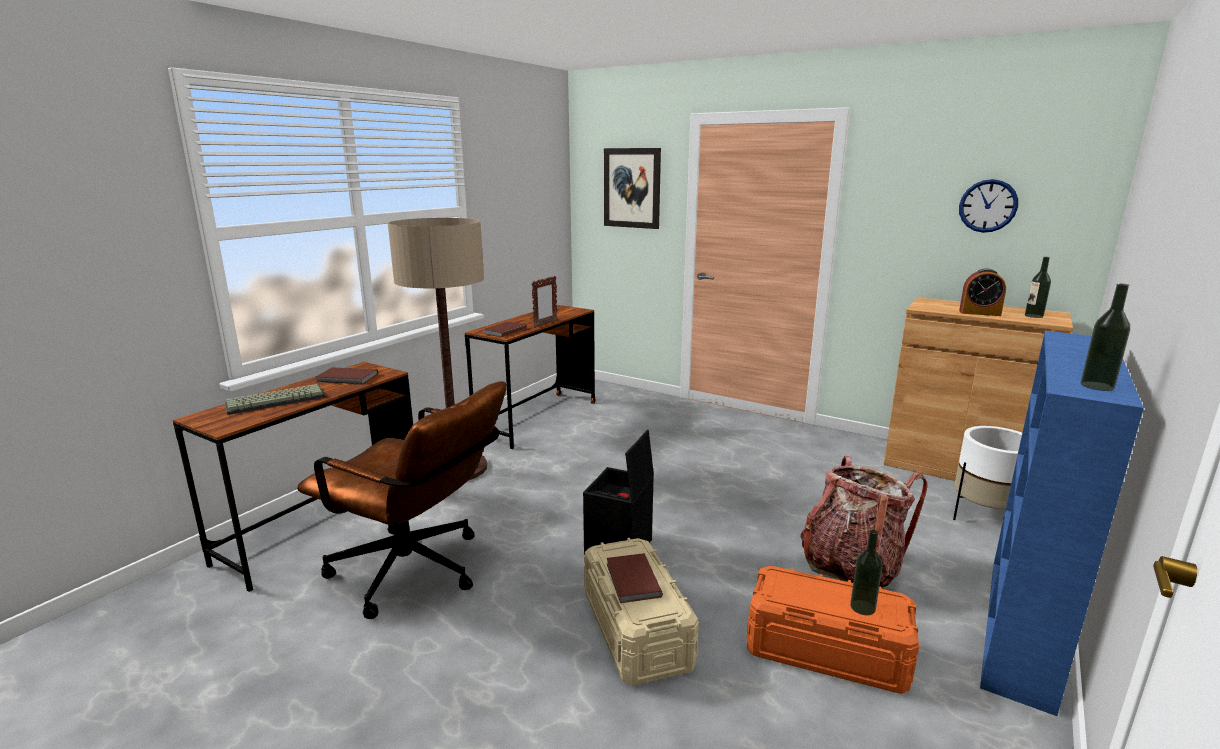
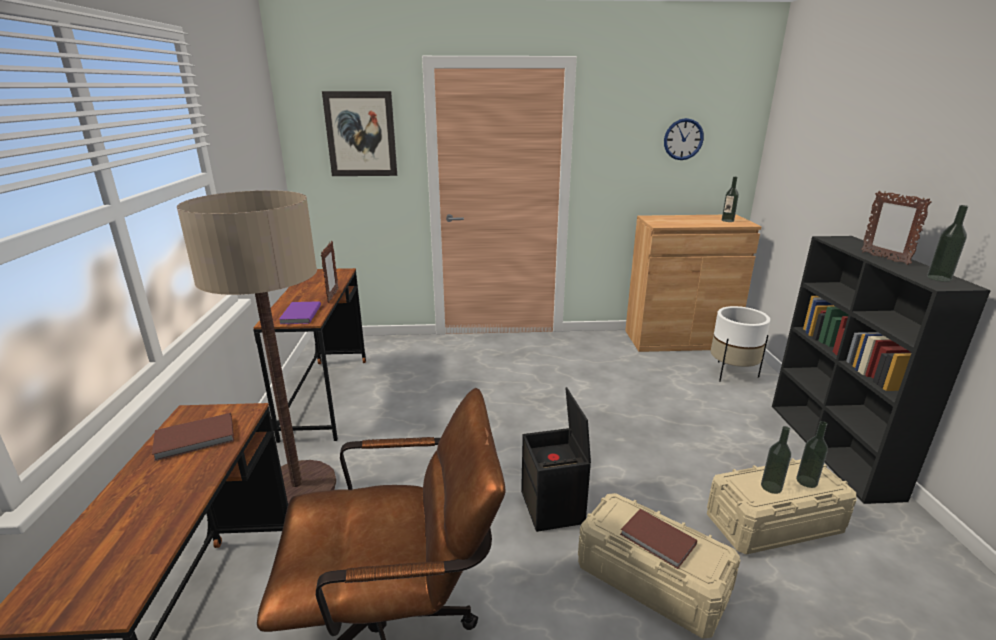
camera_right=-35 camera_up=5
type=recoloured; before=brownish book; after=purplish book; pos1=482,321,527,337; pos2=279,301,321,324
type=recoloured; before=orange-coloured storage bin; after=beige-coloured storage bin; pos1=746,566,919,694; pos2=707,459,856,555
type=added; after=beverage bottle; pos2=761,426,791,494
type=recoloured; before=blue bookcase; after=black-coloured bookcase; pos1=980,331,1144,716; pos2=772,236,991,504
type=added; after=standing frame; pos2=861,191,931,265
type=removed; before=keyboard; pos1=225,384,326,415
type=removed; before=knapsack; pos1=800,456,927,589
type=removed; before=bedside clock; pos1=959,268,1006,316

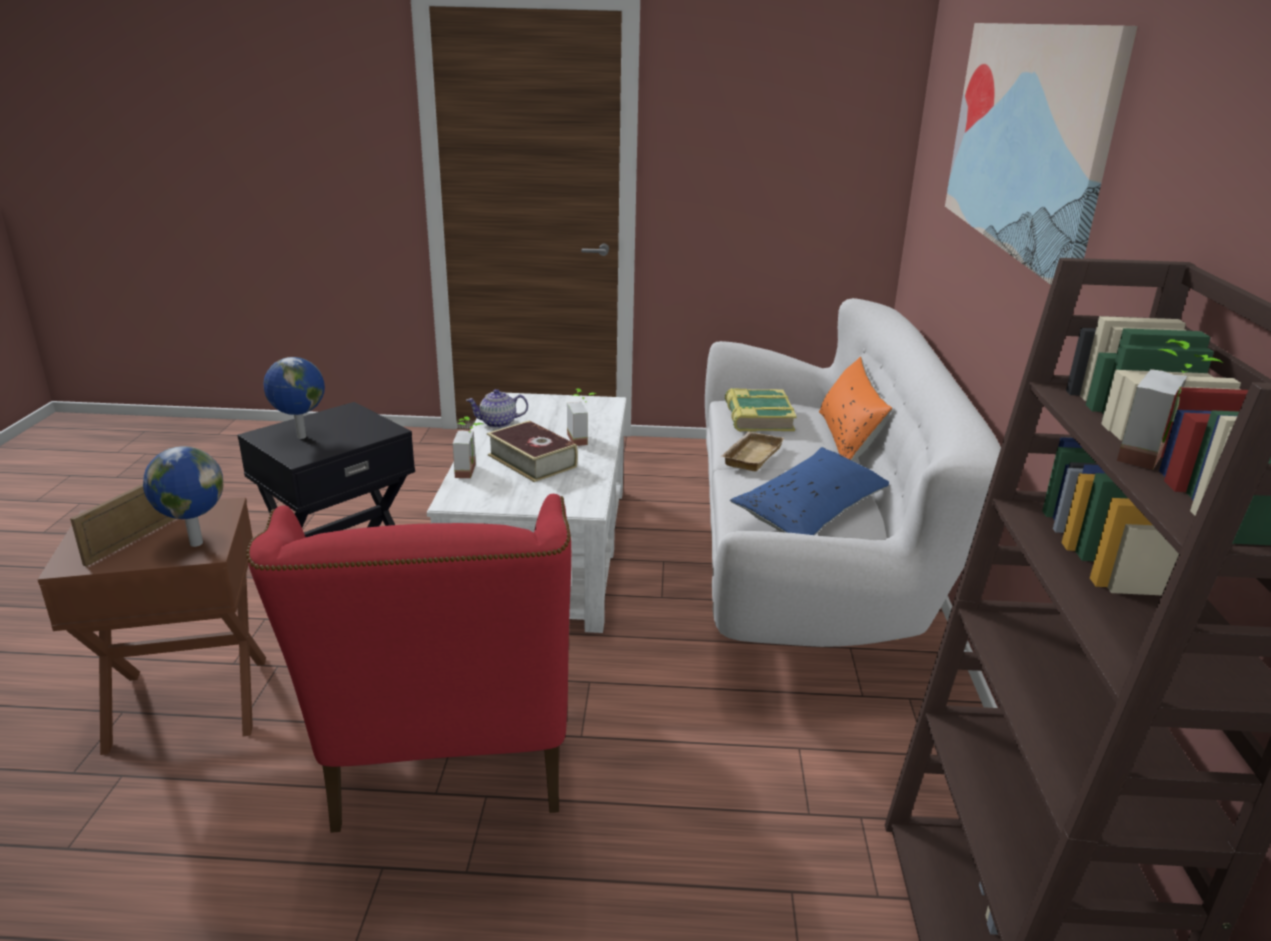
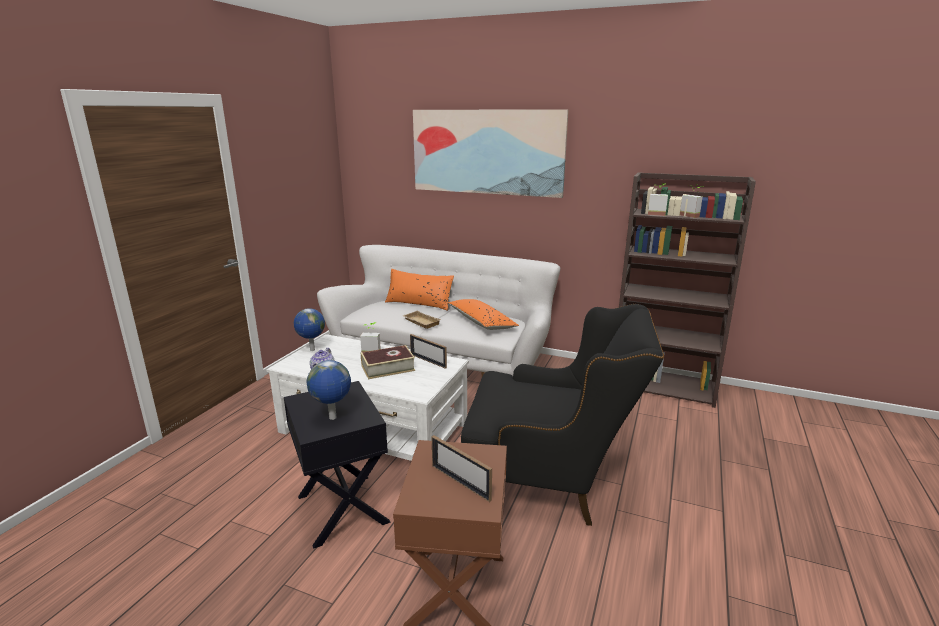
camera_right=-70 camera_up=-5
type=moved; before=desk globe; pos1=143,446,223,547; pos2=294,308,325,351
type=added; after=standing frame; pos2=410,334,447,369
type=recoloured; before=blue pillow; after=orange-coloured pillow; pos1=730,447,889,535; pos2=447,299,519,330
type=recoloured; before=reddish easy chair; after=black-coloured easy chair; pos1=246,494,571,833; pos2=461,304,664,526
type=moved; before=plant in a pot; pos1=453,416,483,478; pos2=648,183,668,216
type=removed; before=book; pos1=725,388,797,432

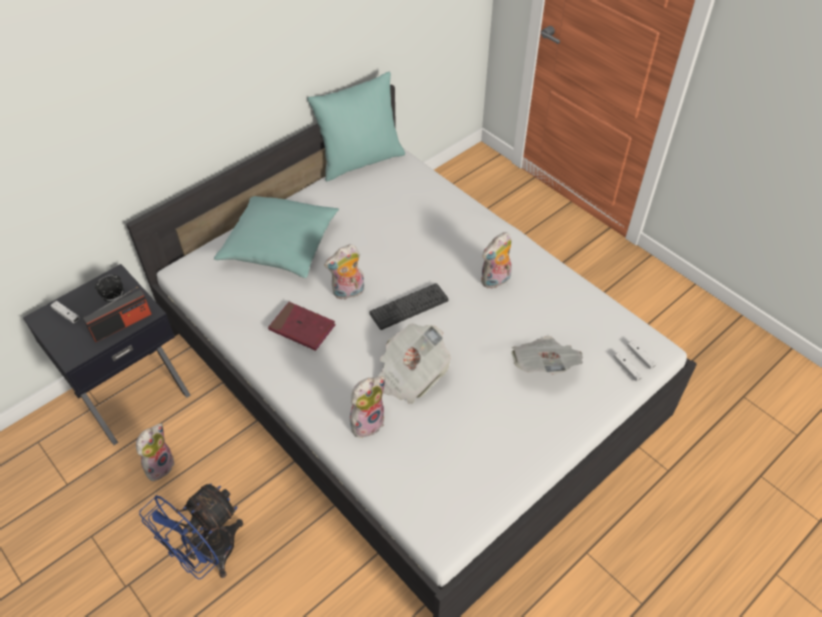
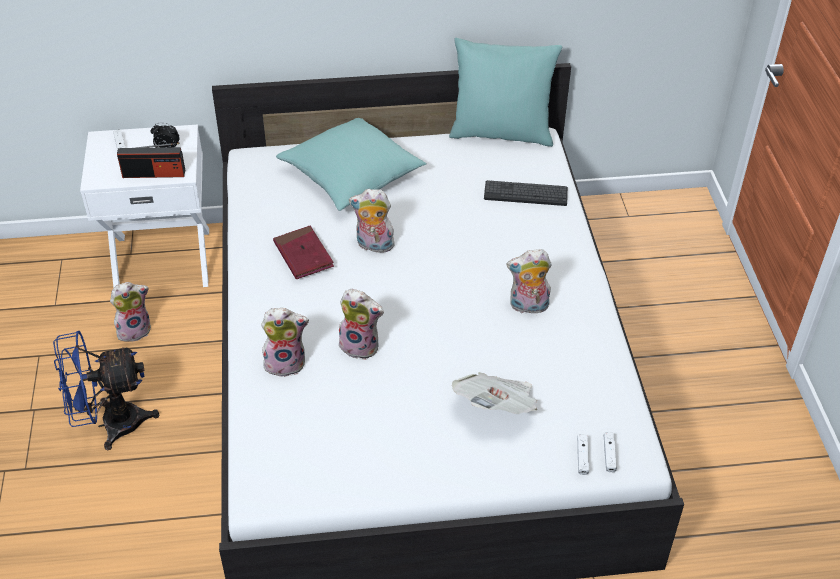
camera_right=35 camera_up=-5
type=recoloured; before=black-coloured nightstand; after=whitish nightstand; pos1=23,264,191,445; pos2=80,125,209,288
type=replaced; before=newspaper; after=cuddly toy; pos1=379,323,450,404; pos2=339,289,384,360
type=moved; before=keyboard; pos1=369,283,449,330; pos2=484,180,568,206

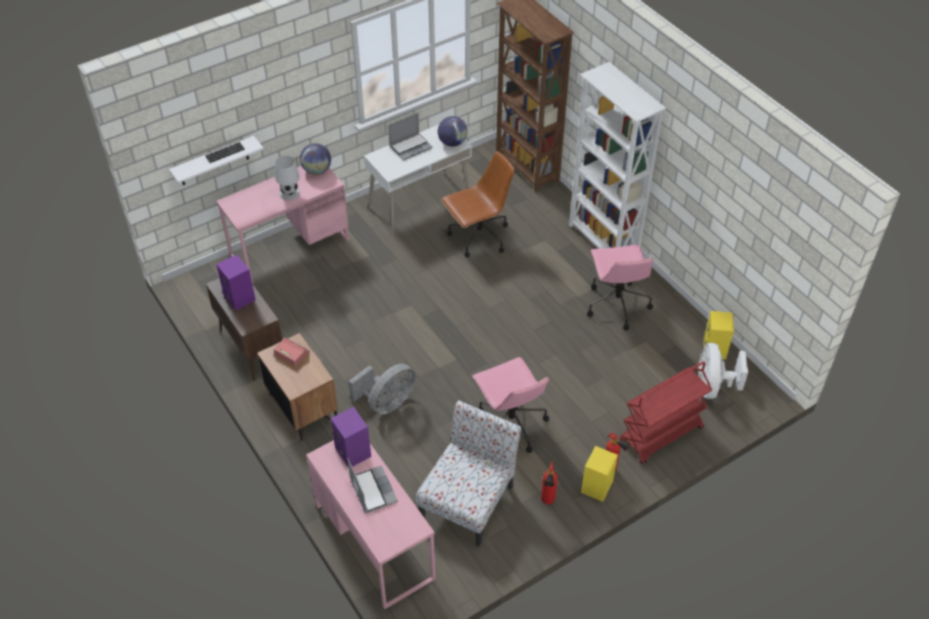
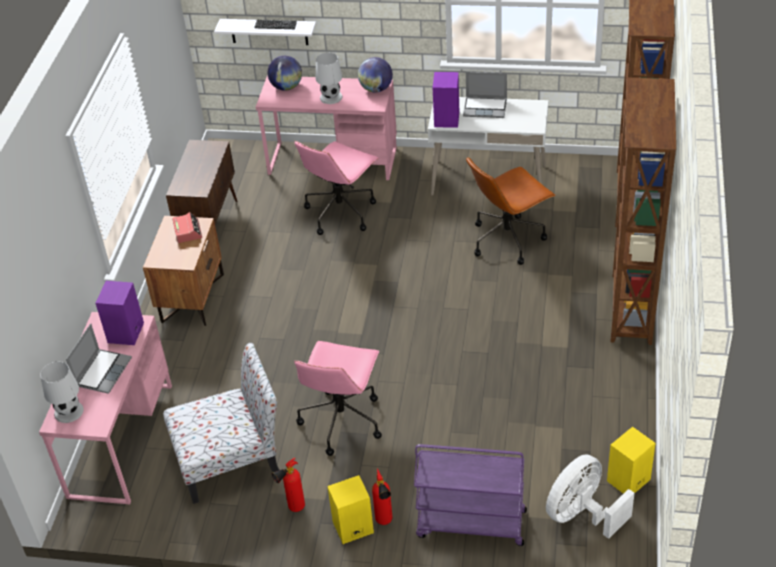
camera_right=45 camera_up=-5
type=added; after=whitish lamp for a table; pos2=40,361,83,423
type=moved; before=desk globe; pos1=438,116,468,147; pos2=268,56,302,91
type=moved; before=pink office chair; pos1=587,244,654,331; pos2=294,141,379,235
type=recoloured; before=reddish cart; after=purplish cart; pos1=619,361,712,464; pos2=414,444,527,546
type=moved; before=purplish audio speaker; pos1=216,255,256,310; pos2=433,72,459,127
type=turned; before=brownish office chair; pos1=441,151,515,258; pos2=466,157,556,265; turn=135
type=recoloured; before=whitish bookcase; after=brownish bookcase; pos1=569,62,666,249; pos2=611,77,676,345
type=removed; before=greyish cooling fan; pos1=349,364,416,415

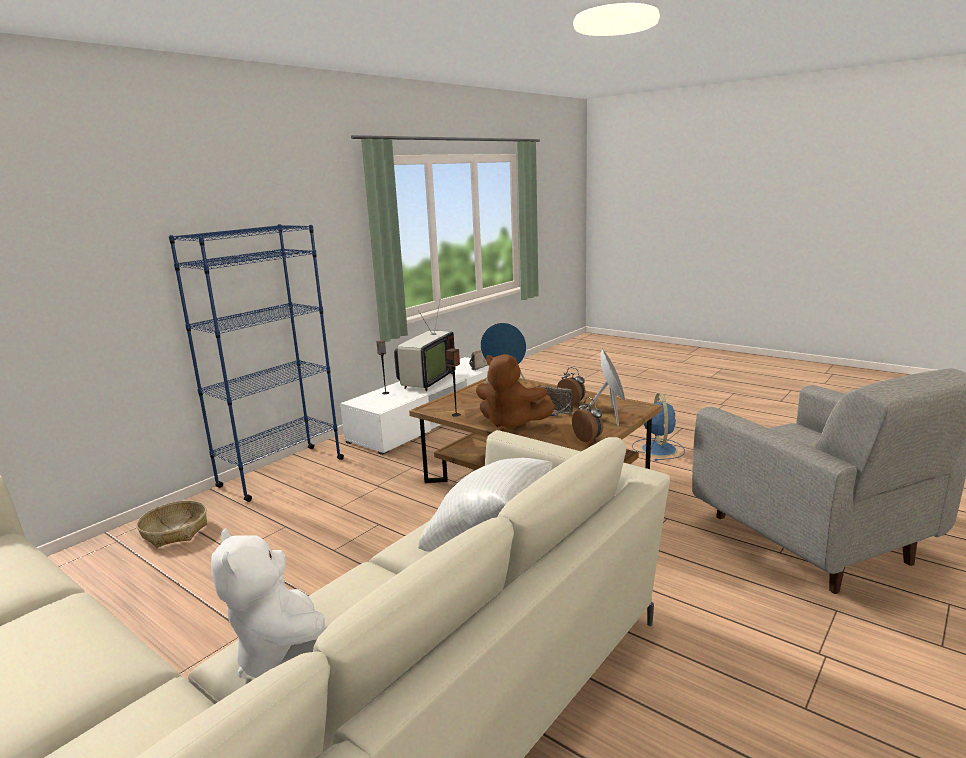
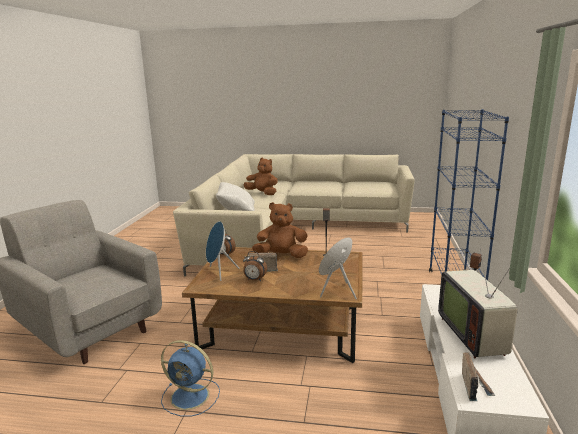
camera_right=150 camera_up=0
type=turned; before=blue cooling fan; pos1=632,393,685,461; pos2=161,340,220,417; turn=-45
type=recoloured; before=greyish audio speaker; after=blue audio speaker; pos1=586,348,625,426; pos2=206,221,240,281
type=recoloured; before=whitish cuddly toy; after=brownish cuddly toy; pos1=211,528,325,679; pos2=243,157,278,195
type=removed; before=basket; pos1=137,501,207,548

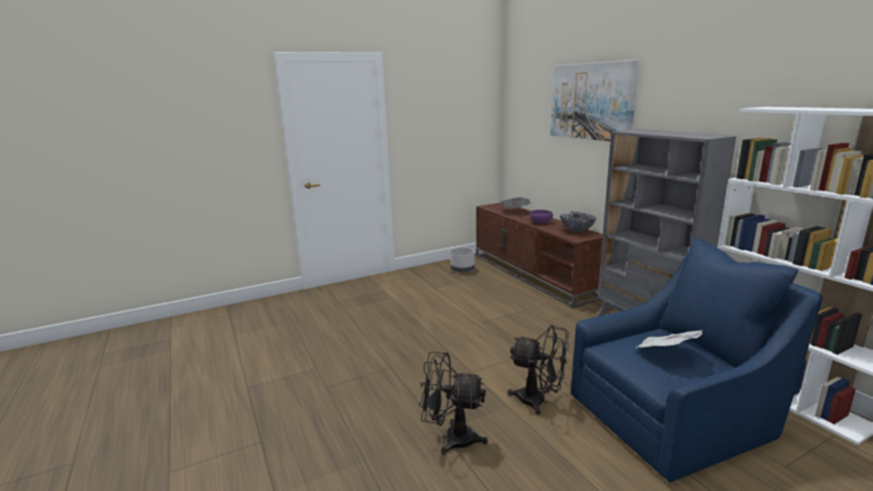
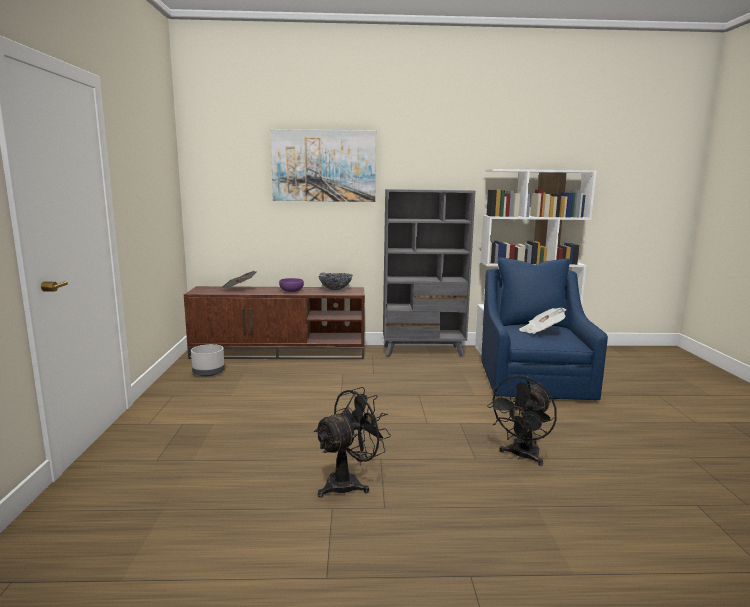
camera_right=-65 camera_up=-5
type=moved; before=black-coloured cooling fan; pos1=508,325,569,415; pos2=314,387,391,497

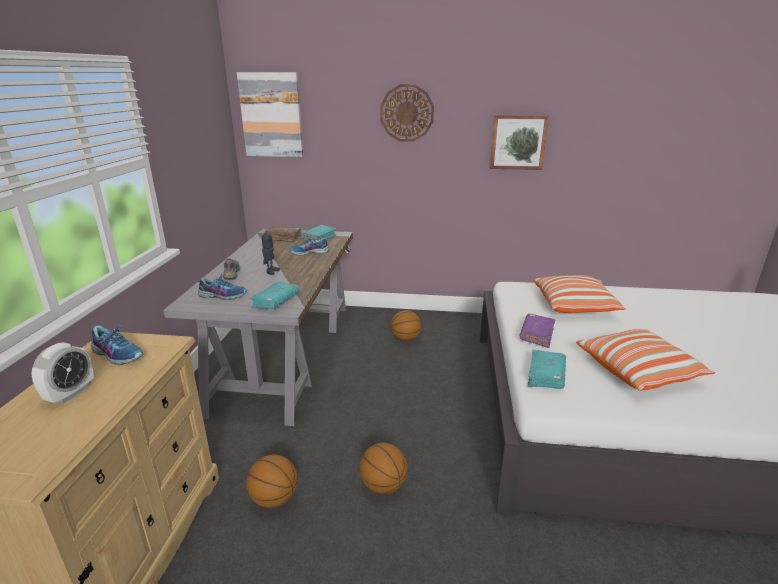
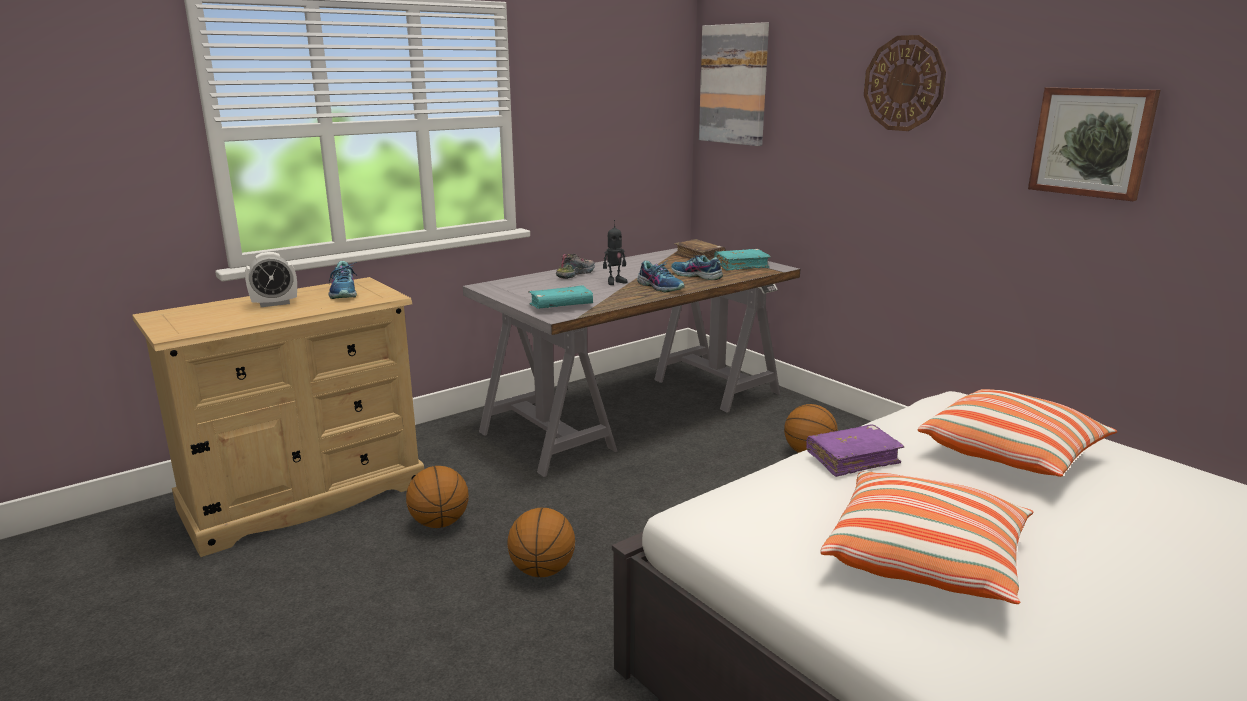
camera_right=45 camera_up=-5
type=moved; before=low shoe; pos1=198,273,247,300; pos2=637,261,685,292
type=removed; before=blue-green book; pos1=528,350,566,389

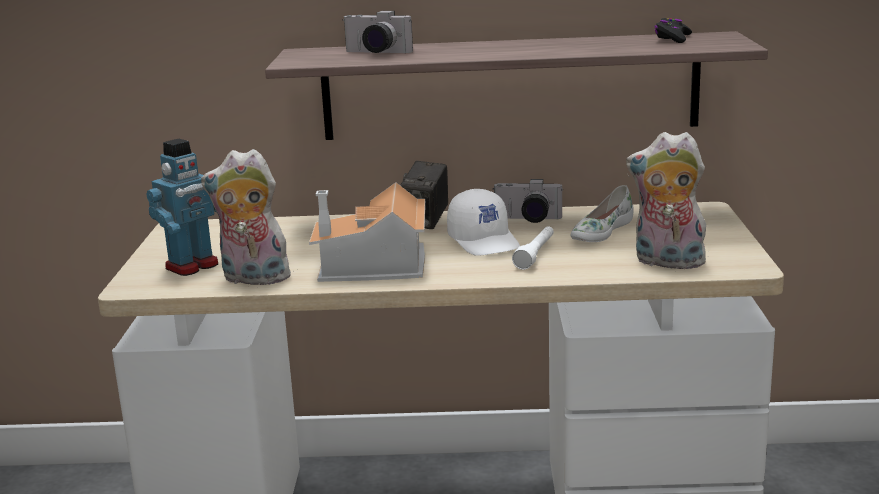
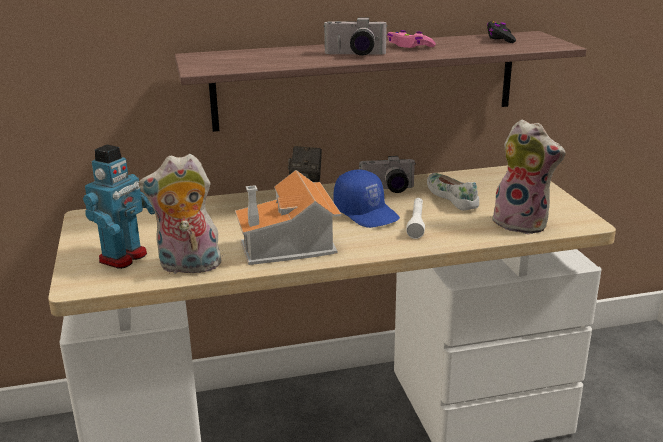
camera_right=-15 camera_up=5
type=moved; before=photo camera; pos1=342,11,413,53; pos2=323,17,388,56
type=recoloured; before=whitish cap; after=blue cap; pos1=447,189,520,256; pos2=333,170,400,228
type=added; after=pink joypad; pos2=387,30,436,48
type=turned; before=whitish low shoe; pos1=571,185,634,242; pos2=427,173,479,211; turn=135
type=turned; before=cuddly toy; pos1=626,132,706,269; pos2=492,119,566,234; turn=-150

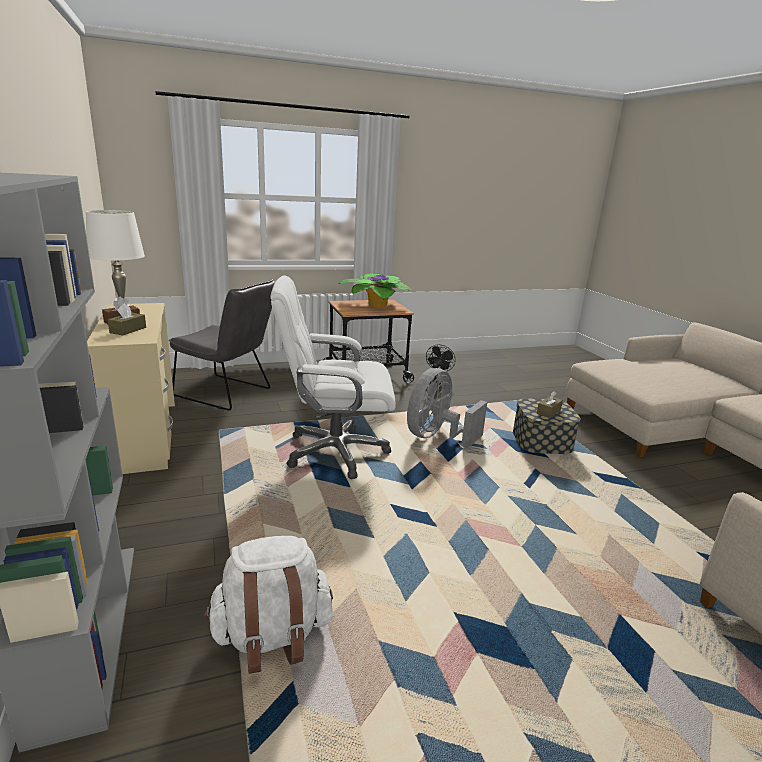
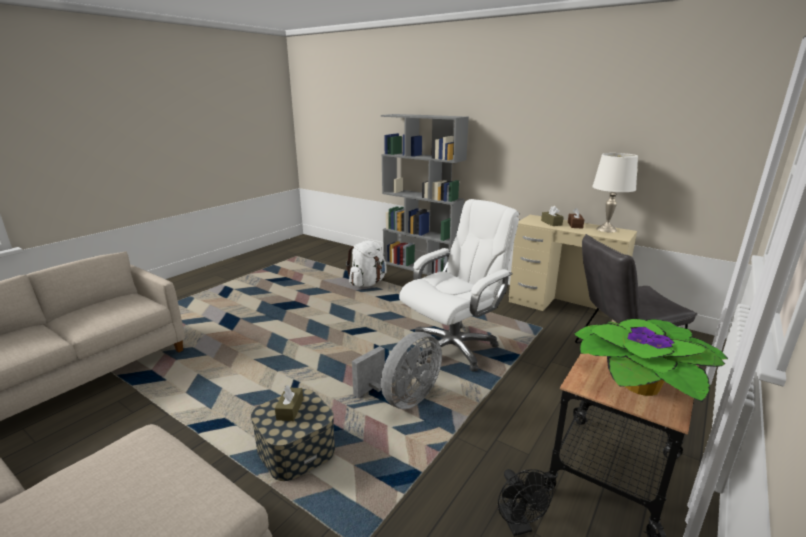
camera_right=145 camera_up=0
type=turned; before=greyish cooling fan; pos1=407,368,487,448; pos2=352,332,442,409; turn=45

